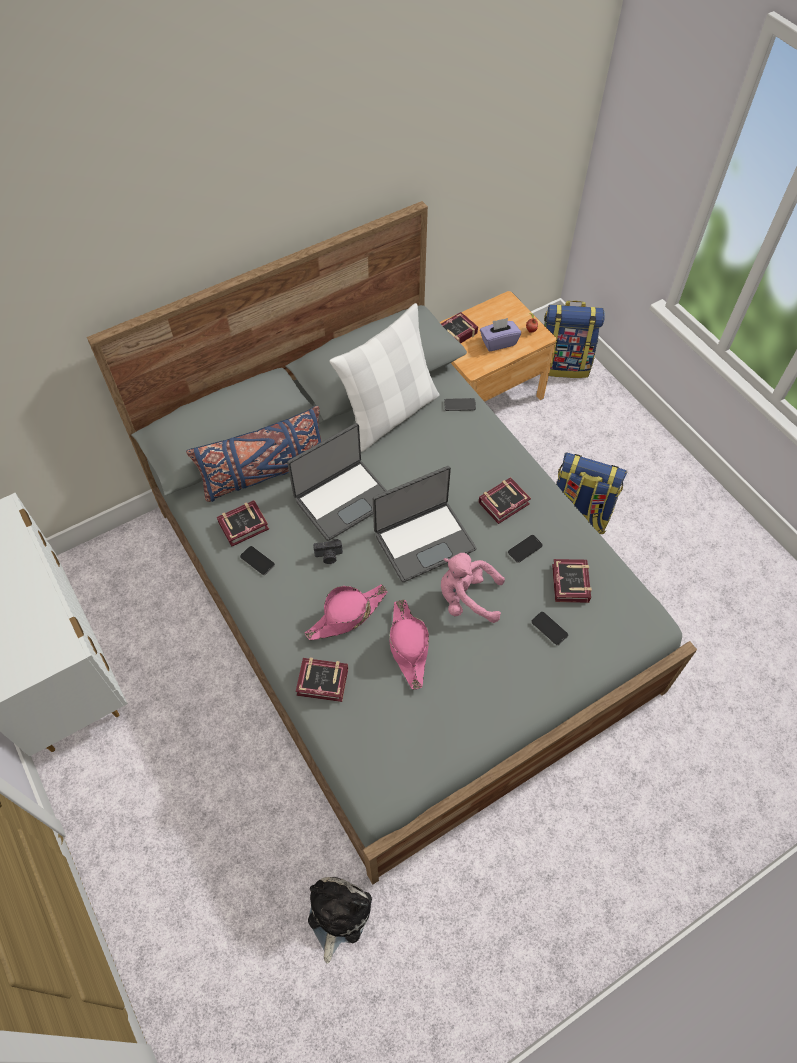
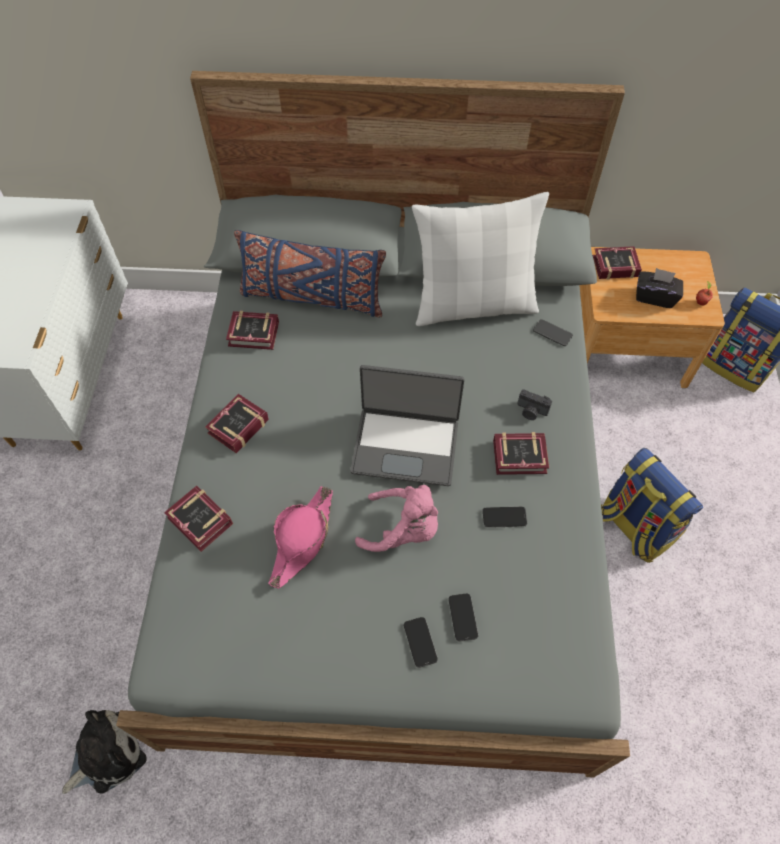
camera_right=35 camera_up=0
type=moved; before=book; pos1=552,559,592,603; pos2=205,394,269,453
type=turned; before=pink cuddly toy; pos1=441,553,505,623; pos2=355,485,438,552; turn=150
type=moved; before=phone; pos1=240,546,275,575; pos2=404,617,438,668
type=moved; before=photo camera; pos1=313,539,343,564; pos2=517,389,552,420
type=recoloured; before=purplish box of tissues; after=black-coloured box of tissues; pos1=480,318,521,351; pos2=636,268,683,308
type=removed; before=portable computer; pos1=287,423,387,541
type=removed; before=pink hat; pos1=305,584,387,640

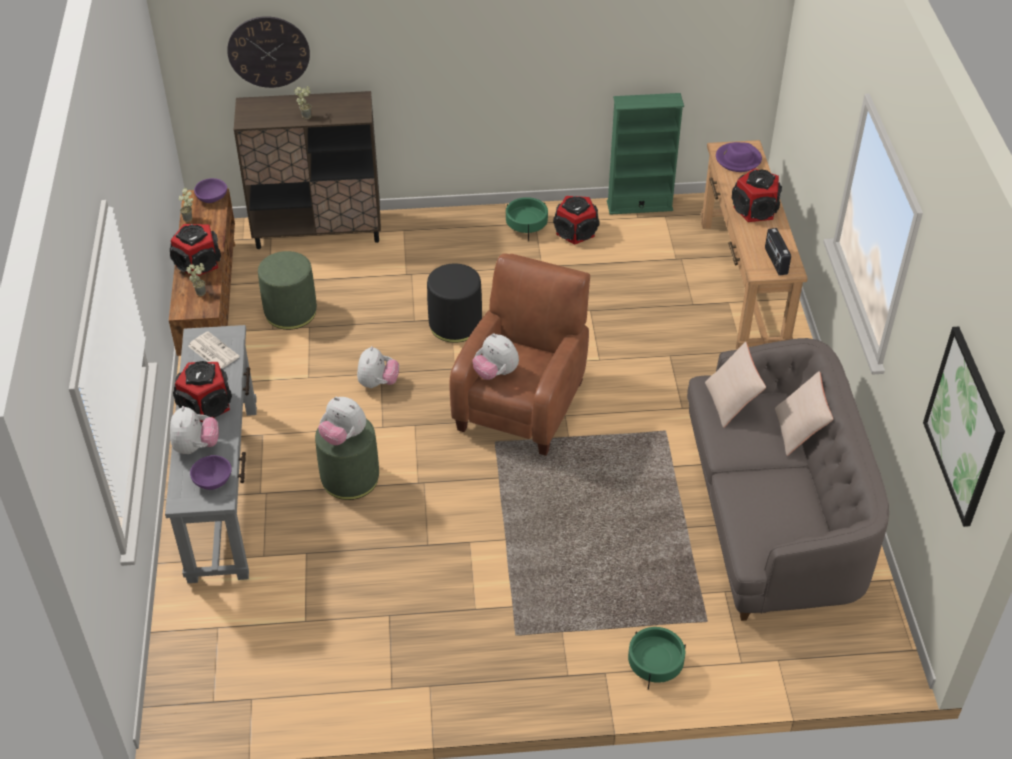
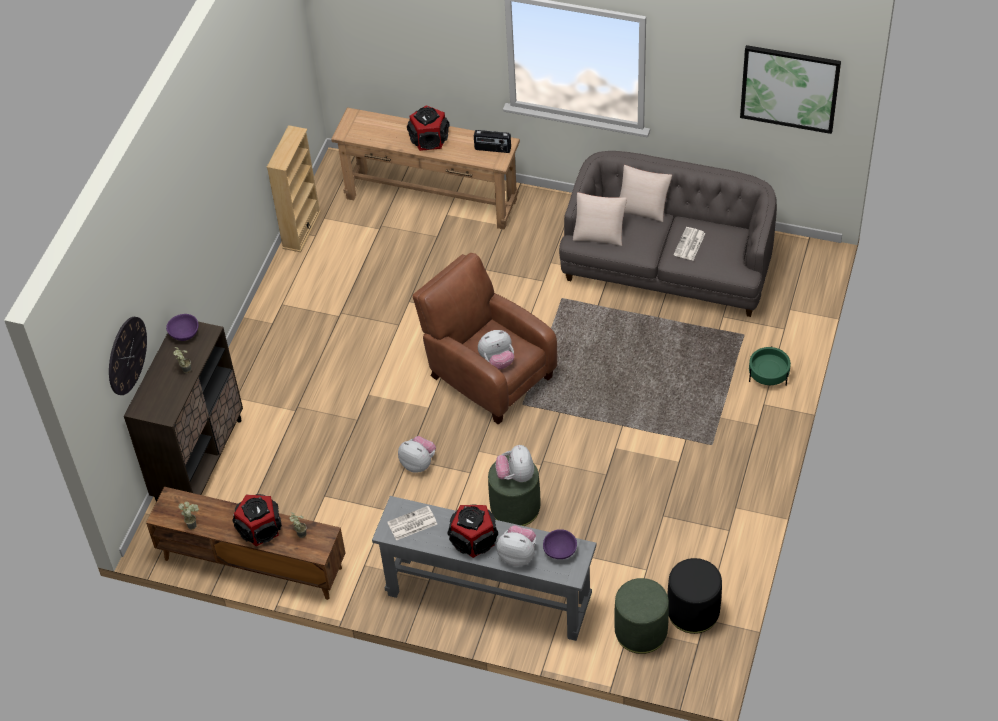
camera_right=-65 camera_up=5
type=moved; before=purplish bowl; pos1=194,178,227,203; pos2=166,314,198,341
type=recoloured; before=green-coloured bookcase; after=beige-coloured bookcase; pos1=607,93,684,215; pos2=267,125,321,252
type=turned; before=cuddly toy; pos1=318,397,366,445; pos2=496,445,534,482; turn=120
type=moved; before=green-coloured ottoman; pos1=258,251,317,330; pos2=614,578,669,654
type=moved; before=black-coloured ottoman; pos1=427,264,482,343; pos2=667,558,722,634
type=added; after=newspaper; pos2=674,227,706,260
type=removed; before=green-coloured plant pot; pos1=506,197,548,241
type=removed; before=audio speaker; pos1=553,196,599,245
type=removed; before=purplish hat; pos1=716,142,762,172

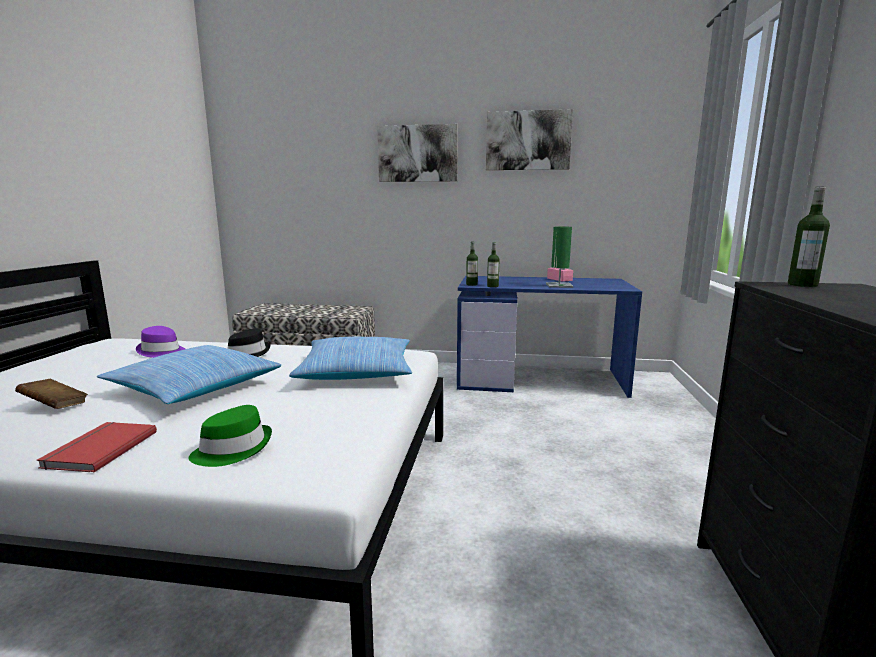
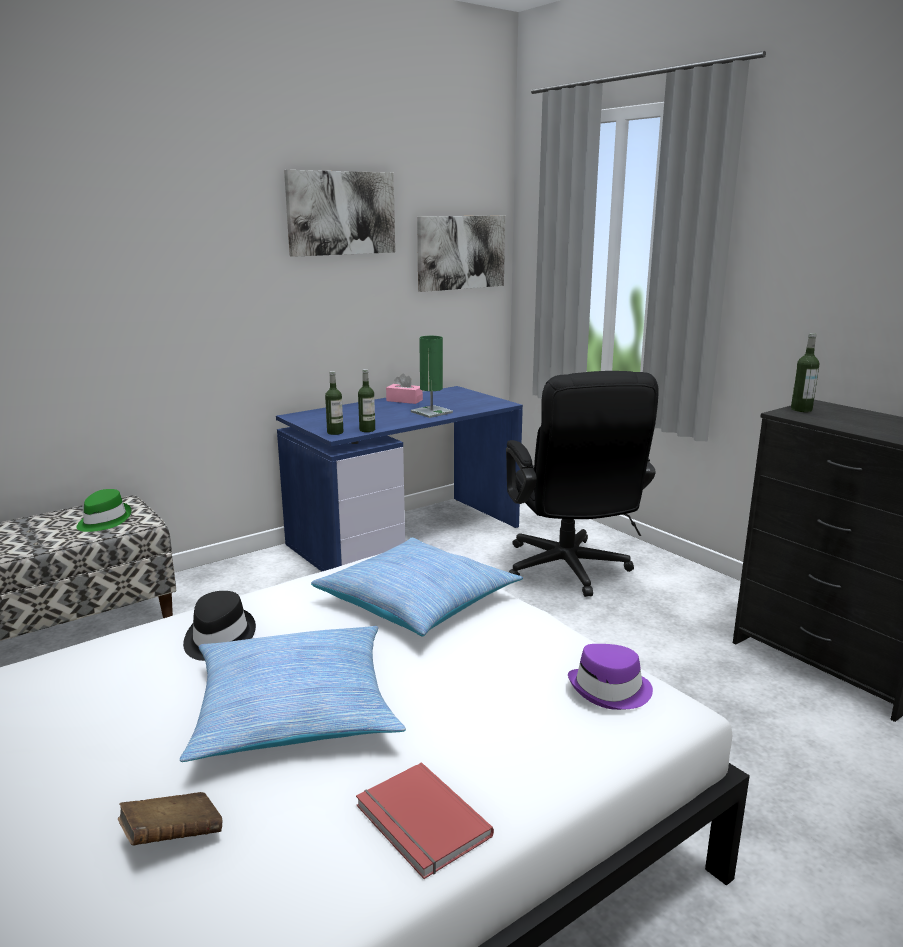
camera_right=-45 camera_up=5
type=moved; before=green-coloured hat; pos1=188,405,272,467; pos2=77,489,131,532
type=moved; before=wall picture; pos1=377,124,458,182; pos2=417,216,505,292
type=added; after=black-coloured office chair; pos2=506,371,659,597
type=moved; before=purplish hat; pos1=136,326,185,358; pos2=568,644,653,710

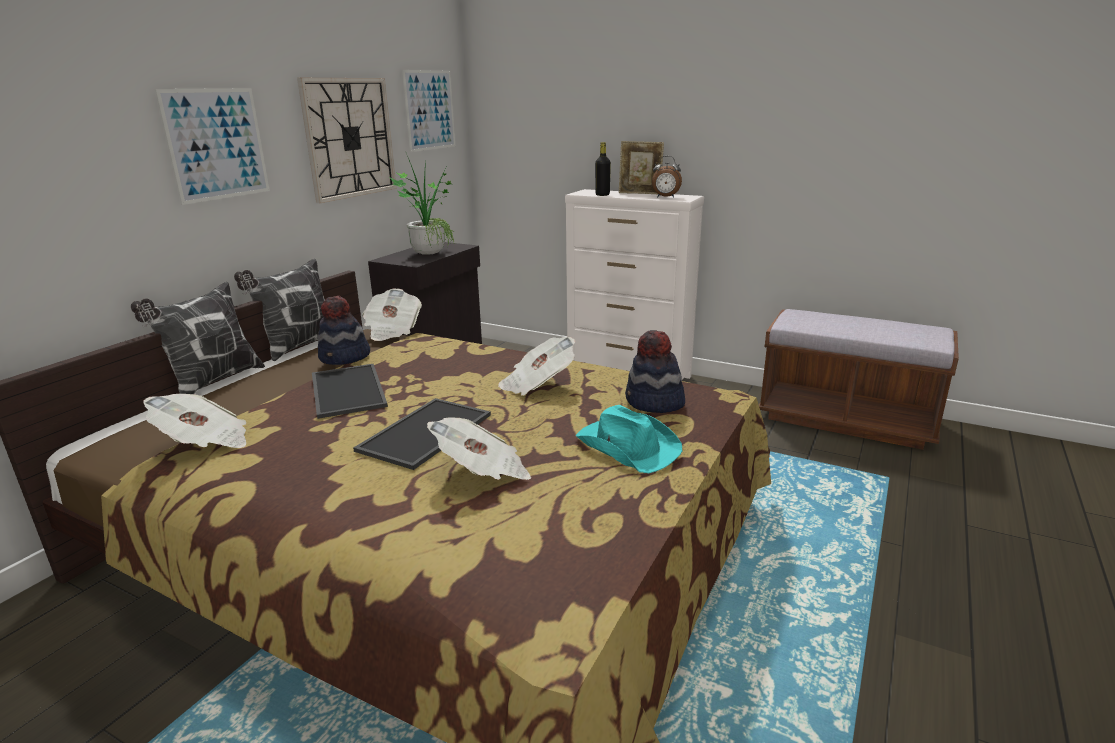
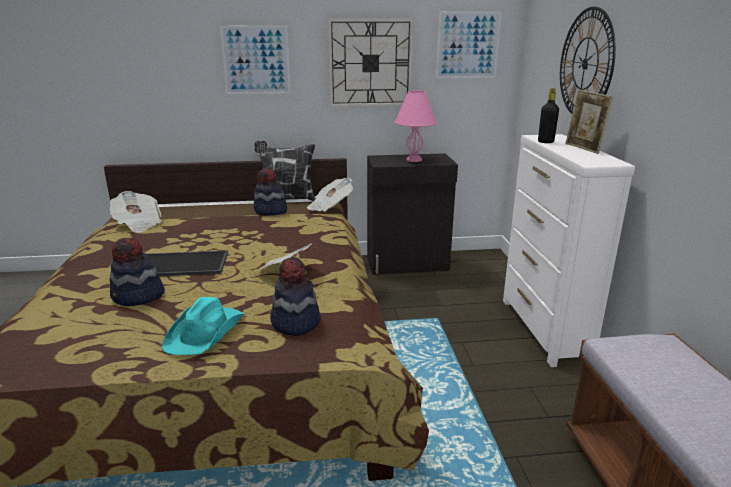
camera_right=55 camera_up=0
type=replaced; before=newspaper; after=hat; pos1=427,418,532,480; pos2=110,238,165,306
type=replaced; before=plant in a pot; after=pink lamp for a table; pos1=389,151,455,255; pos2=395,90,437,162
type=added; after=hanging clock; pos2=560,7,616,114
type=removed; before=pillow; pos1=131,282,265,394
type=removed; before=carrying tray; pos1=312,364,388,419
type=removed; before=bedside clock; pos1=652,156,682,198

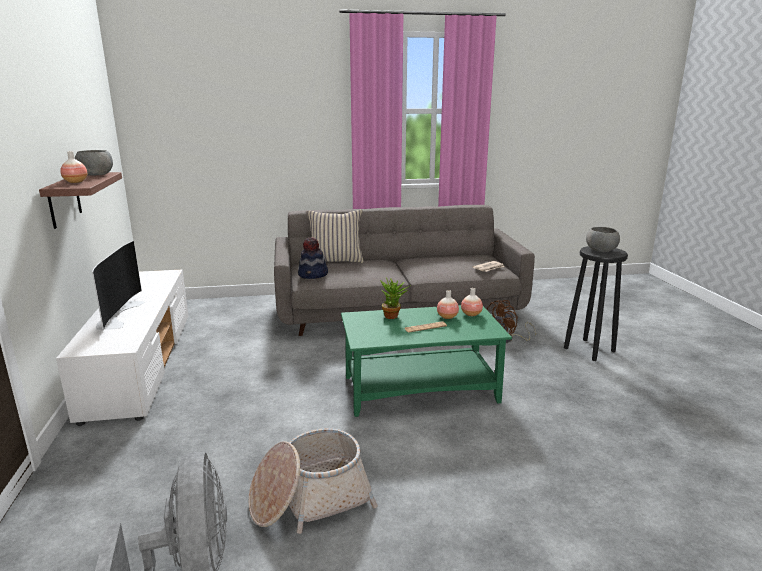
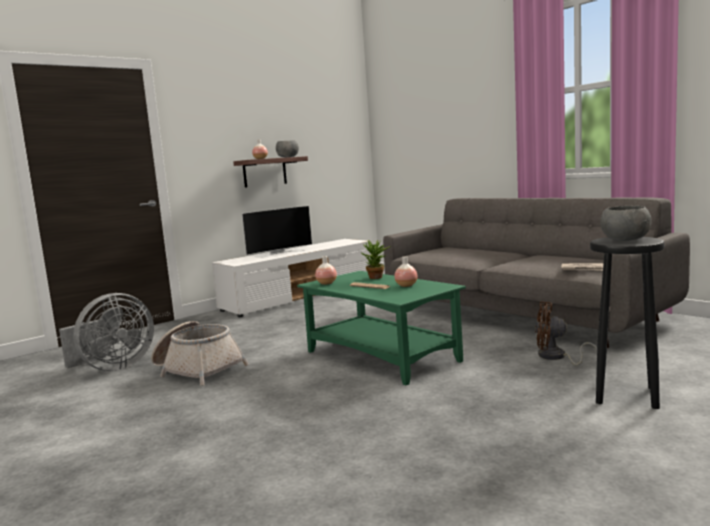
camera_right=60 camera_up=-10
type=moved; before=flower vase; pos1=461,288,483,316; pos2=315,256,337,285
type=removed; before=hat; pos1=298,237,328,279
type=removed; before=beige-coloured pillow; pos1=307,210,364,263

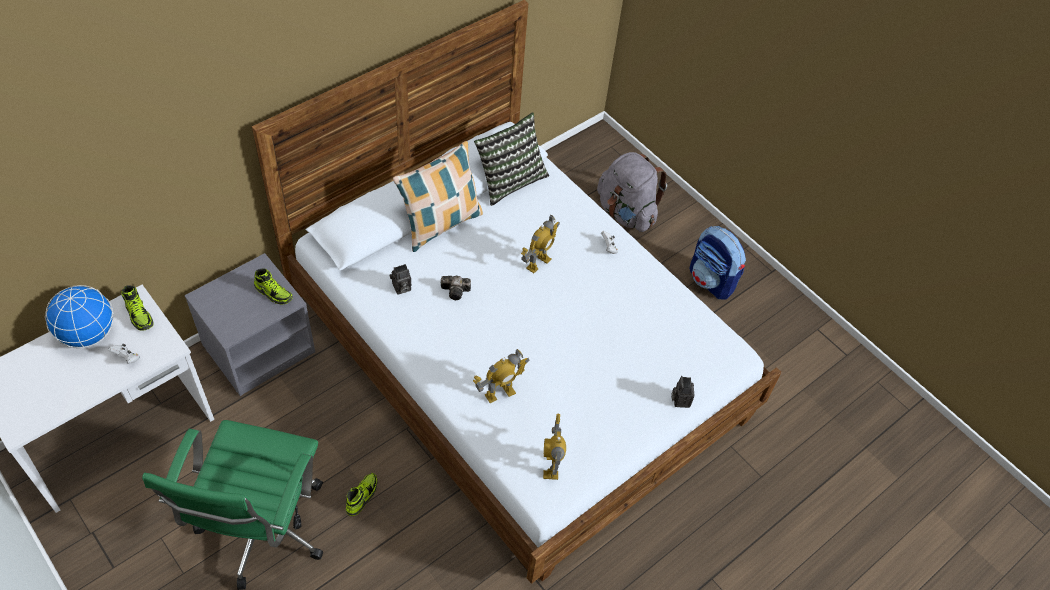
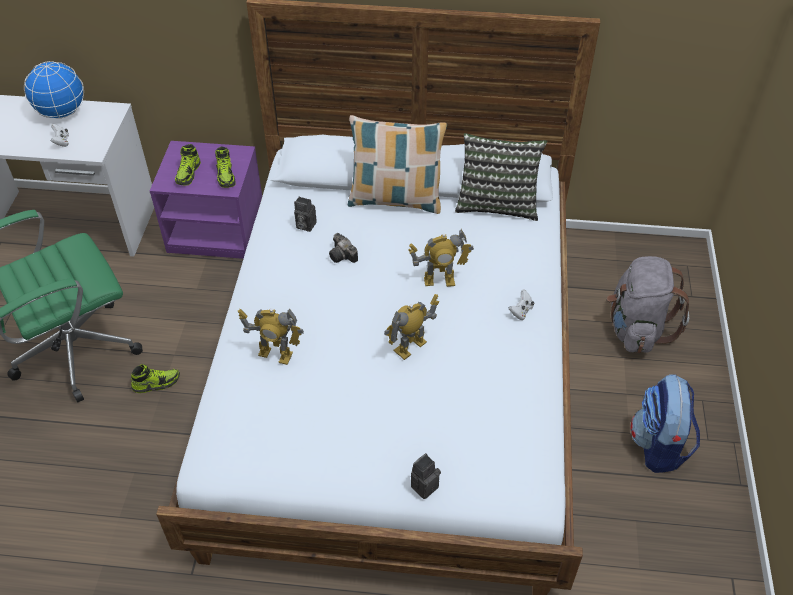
camera_right=50 camera_up=-5
type=recoloured; before=greyish nightstand; after=purplish nightstand; pos1=185,253,315,396; pos2=150,141,262,259
type=moved; before=low shoe; pos1=121,285,154,331; pos2=175,144,201,186
type=moved; before=toy robot; pos1=543,413,566,480; pos2=384,294,439,360

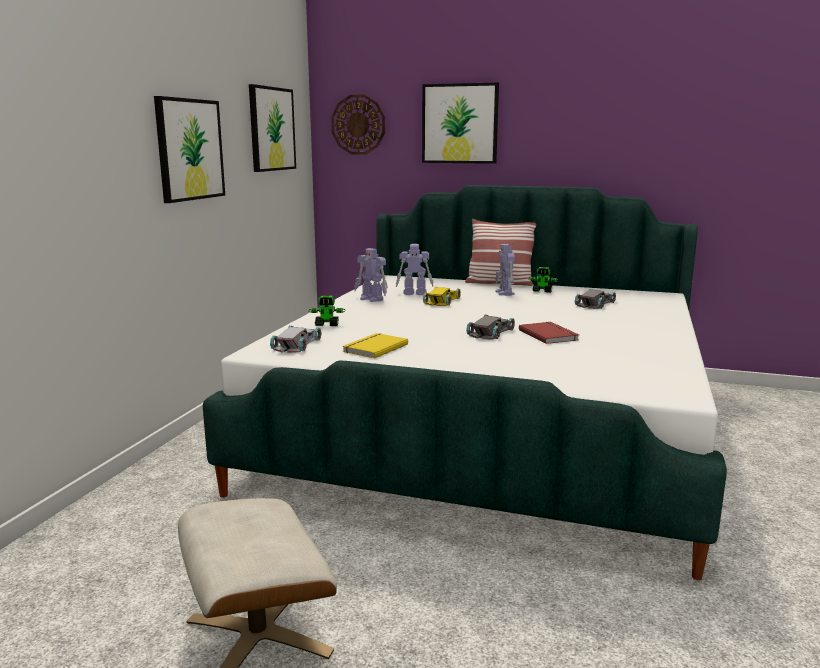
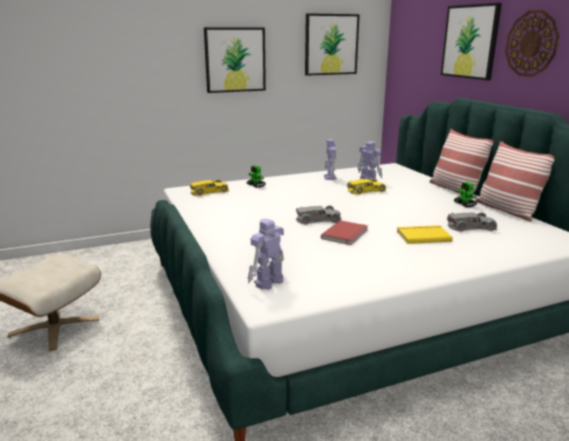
camera_right=50 camera_up=5
type=recoloured; before=whitish model car; after=yellow model car; pos1=270,326,321,353; pos2=190,179,229,196
type=moved; before=toy robot; pos1=496,244,515,296; pos2=248,219,284,289
type=moved; before=yellow book; pos1=343,333,408,359; pos2=397,225,453,244
type=added; after=pillow; pos2=475,141,554,222
type=moved; before=hanging clock; pos1=331,95,385,155; pos2=505,10,559,77

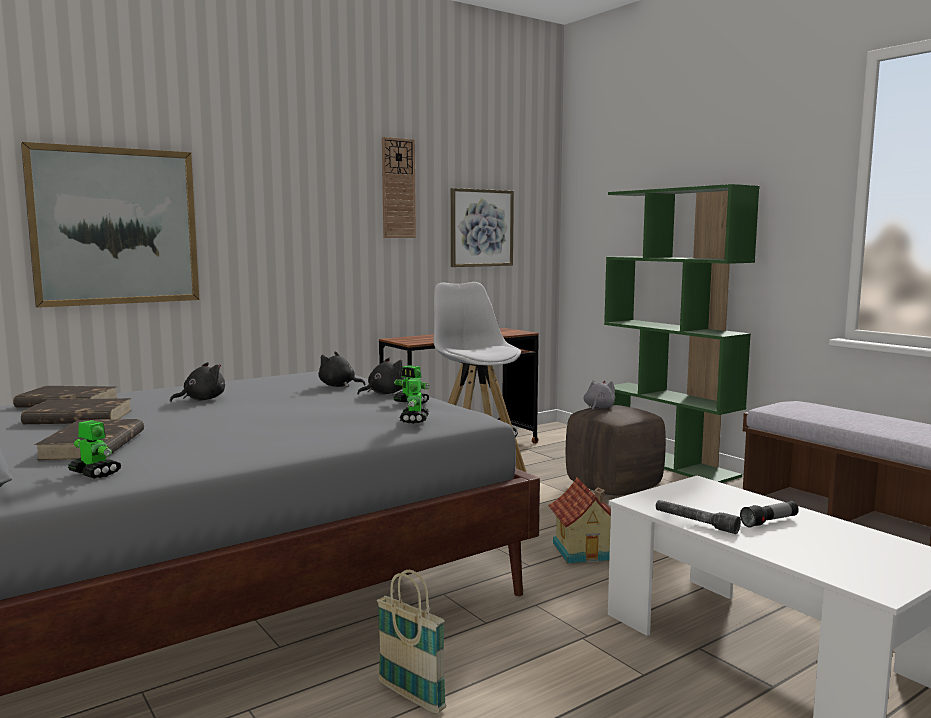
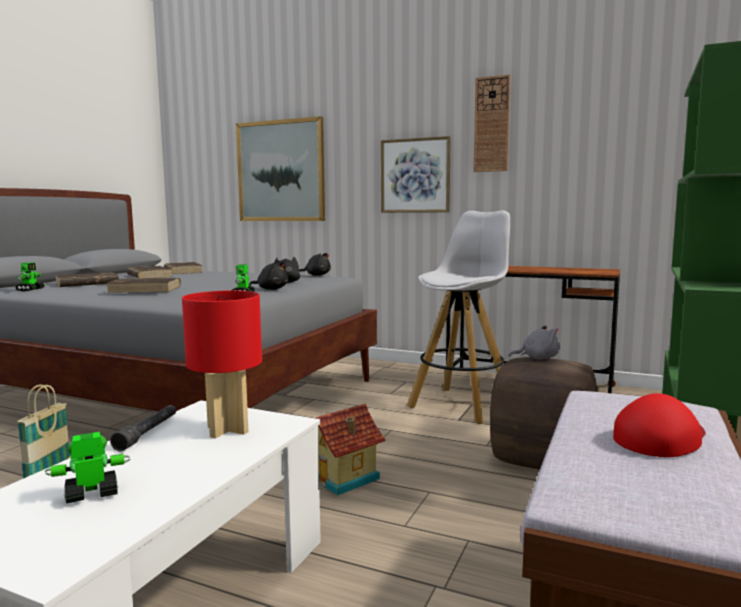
camera_right=60 camera_up=0
type=moved; before=toy robot; pos1=399,378,429,424; pos2=44,432,130,504
type=added; after=brownish book; pos2=107,278,181,293
type=added; after=reddish lamp for a table; pos2=182,290,262,438
type=moved; before=black-coloured cuddly toy; pos1=170,362,225,401; pos2=299,253,331,276
type=moved; before=wall picture; pos1=451,188,514,267; pos2=381,136,451,213
type=added; after=reddish cap; pos2=613,393,706,457
type=removed; before=hand torch; pos1=740,501,799,528

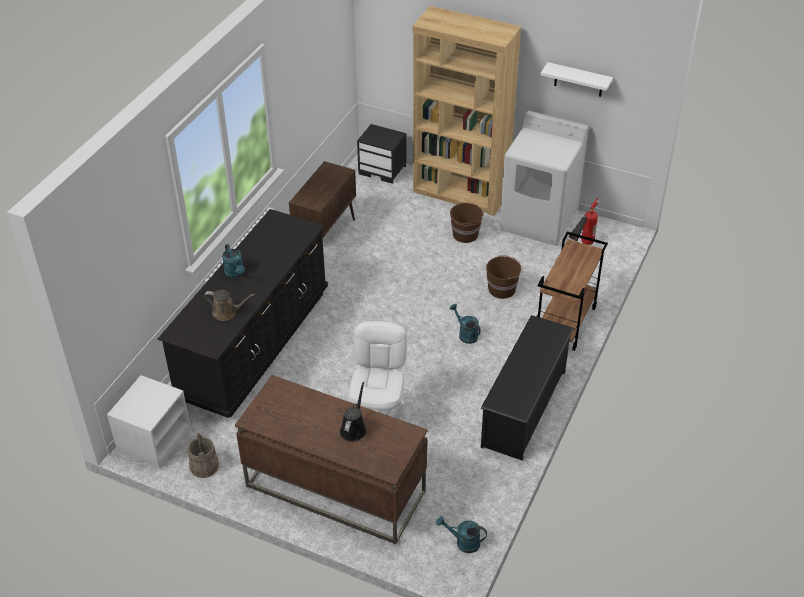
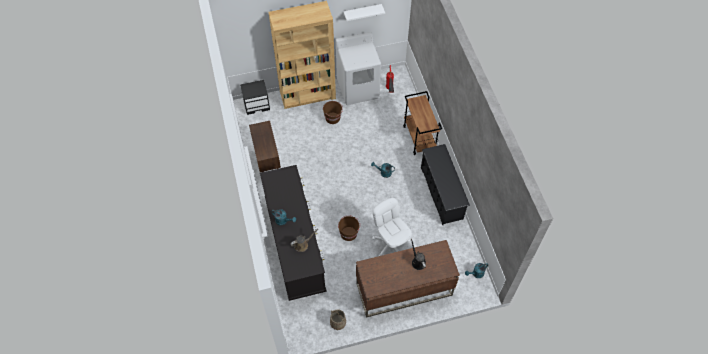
camera_right=-40 camera_up=15
type=moved; before=brownish water bucket; pos1=486,255,523,299; pos2=338,215,360,241
type=removed; before=whitish nightstand; pos1=107,375,191,468

